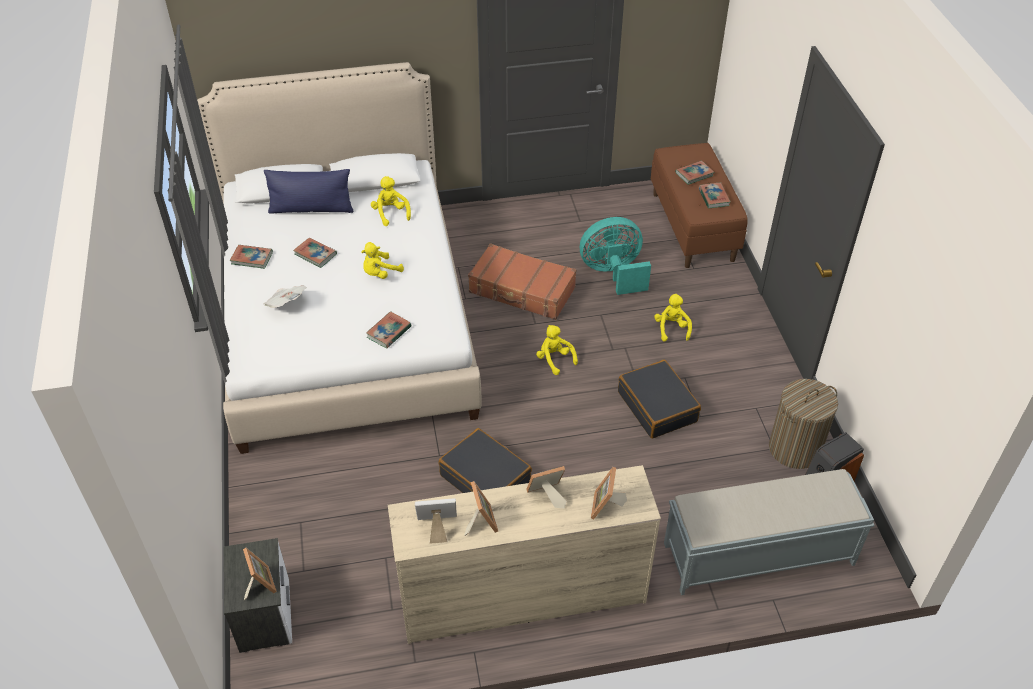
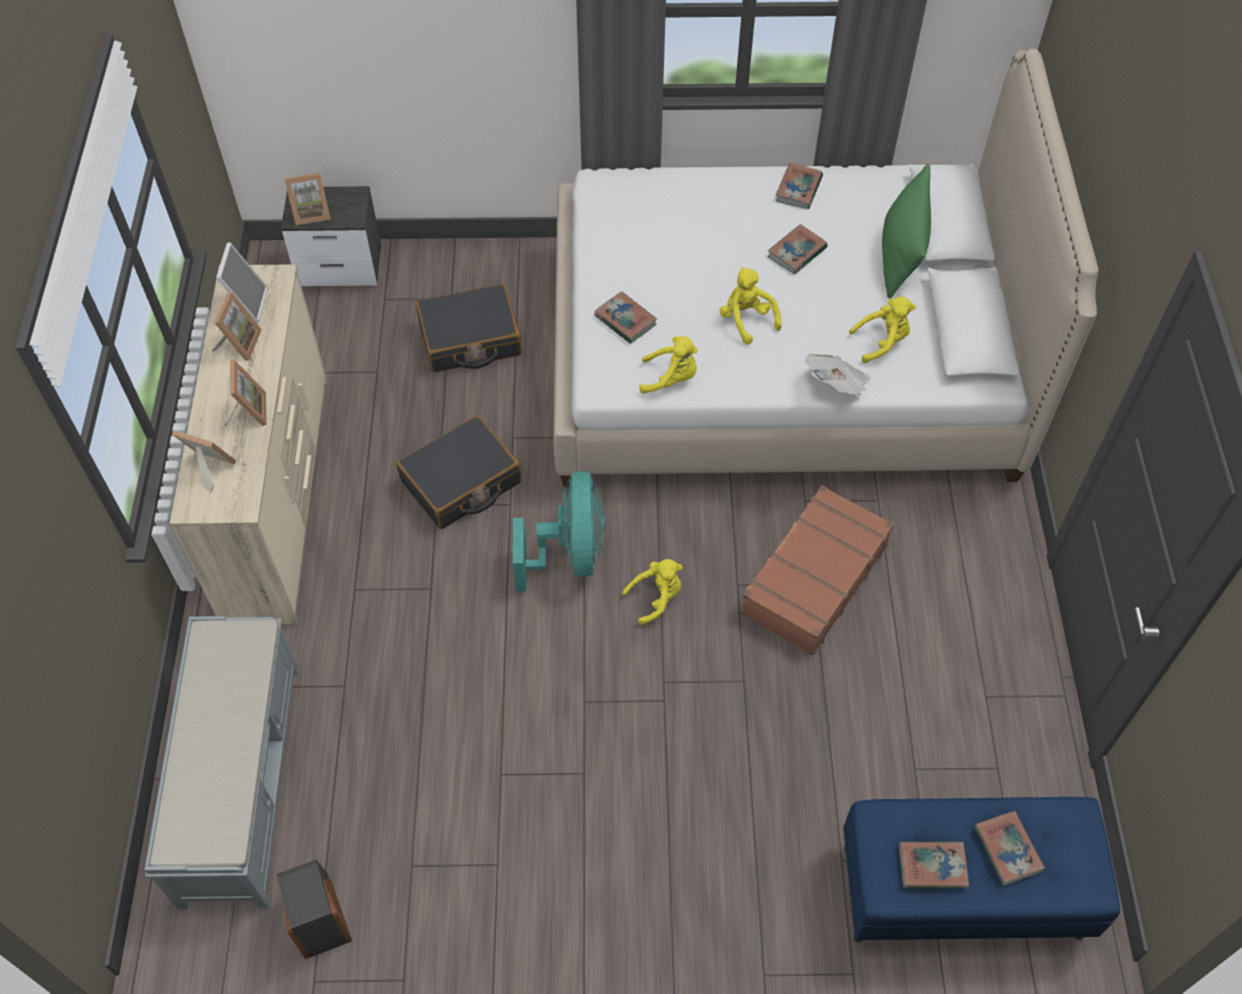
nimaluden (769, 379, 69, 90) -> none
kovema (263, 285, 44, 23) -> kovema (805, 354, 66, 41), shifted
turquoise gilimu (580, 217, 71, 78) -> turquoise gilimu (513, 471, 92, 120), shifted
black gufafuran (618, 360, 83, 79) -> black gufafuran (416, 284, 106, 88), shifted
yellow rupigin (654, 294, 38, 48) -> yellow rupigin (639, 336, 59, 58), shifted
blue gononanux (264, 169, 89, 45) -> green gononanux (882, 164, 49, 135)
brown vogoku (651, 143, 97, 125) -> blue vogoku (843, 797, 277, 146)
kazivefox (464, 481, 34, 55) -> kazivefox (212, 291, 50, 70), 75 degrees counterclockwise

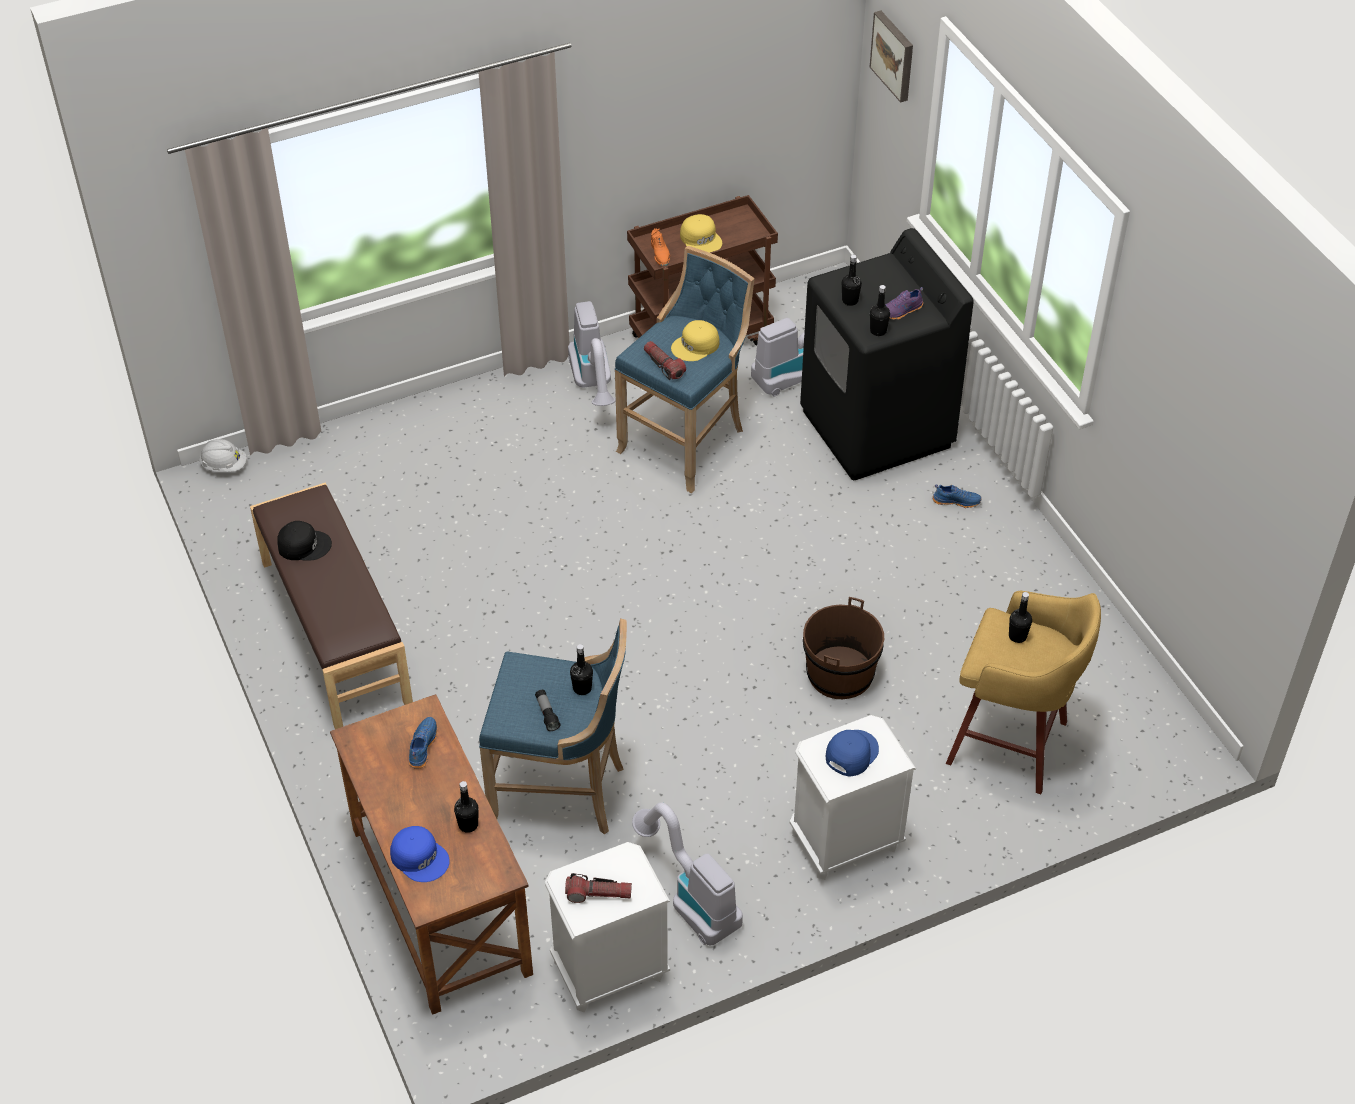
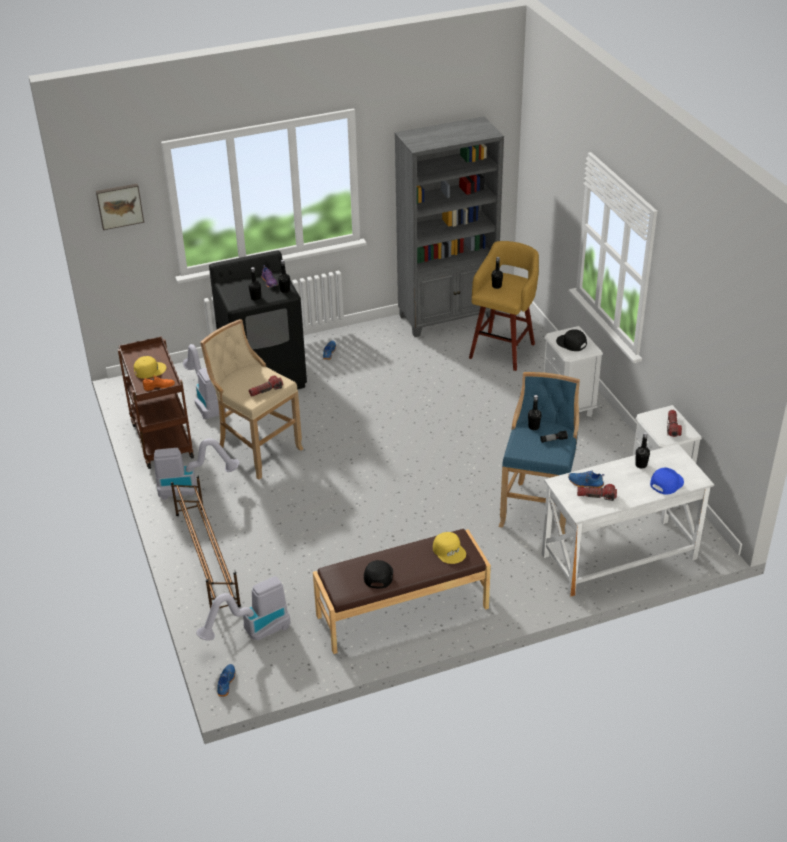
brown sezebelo (803, 597, 81, 102) -> none
none -> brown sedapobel (171, 476, 70, 133)
none -> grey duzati (395, 116, 109, 221)
none -> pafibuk (577, 484, 40, 17)
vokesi (632, 802, 111, 143) -> vokesi (196, 576, 95, 65), shifted
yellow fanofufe (671, 320, 49, 41) -> yellow fanofufe (433, 532, 33, 32), shifted
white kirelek (199, 439, 48, 33) -> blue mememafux (217, 664, 18, 33)
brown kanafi (330, 694, 203, 321) -> white kanafi (542, 444, 172, 153)
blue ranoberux (615, 246, 140, 247) -> beige ranoberux (200, 319, 103, 161)
blue fanofufe (826, 730, 53, 46) -> black fanofufe (556, 329, 31, 22)

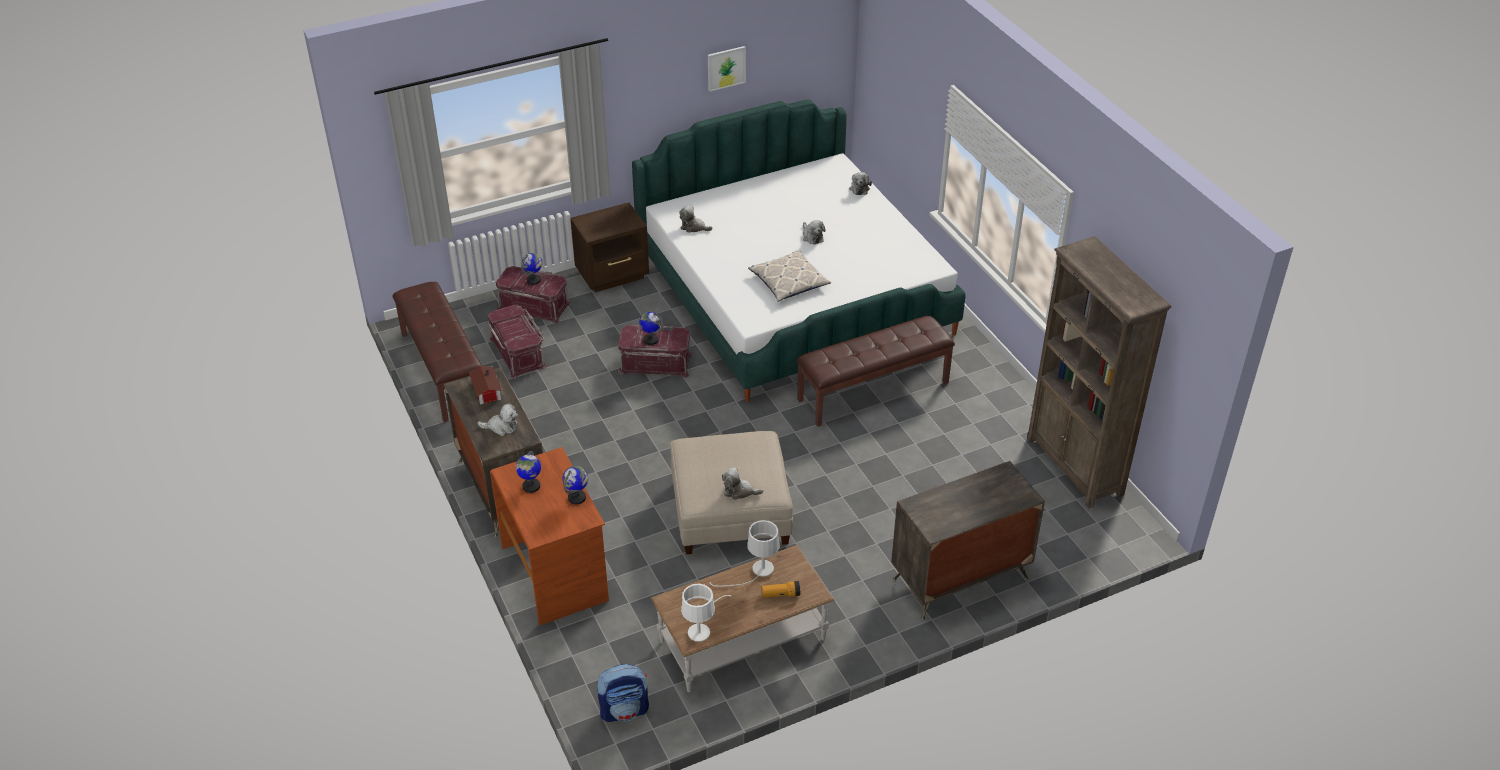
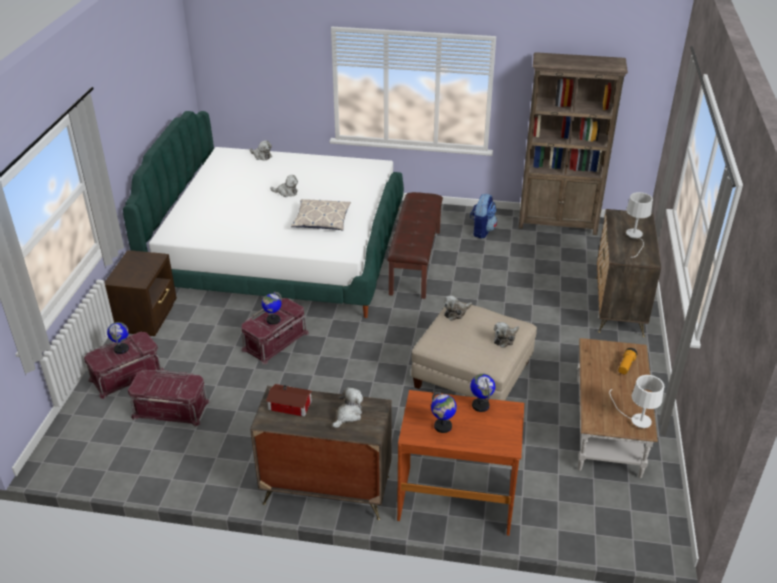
brown vogoku (392, 282, 90, 140) -> none
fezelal (708, 46, 38, 46) -> none
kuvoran (597, 664, 52, 58) -> kuvoran (470, 194, 27, 45), shifted
rupigin (679, 205, 34, 28) -> rupigin (444, 295, 28, 26), shifted
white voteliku (709, 520, 70, 67) -> white voteliku (626, 192, 27, 66), shifted

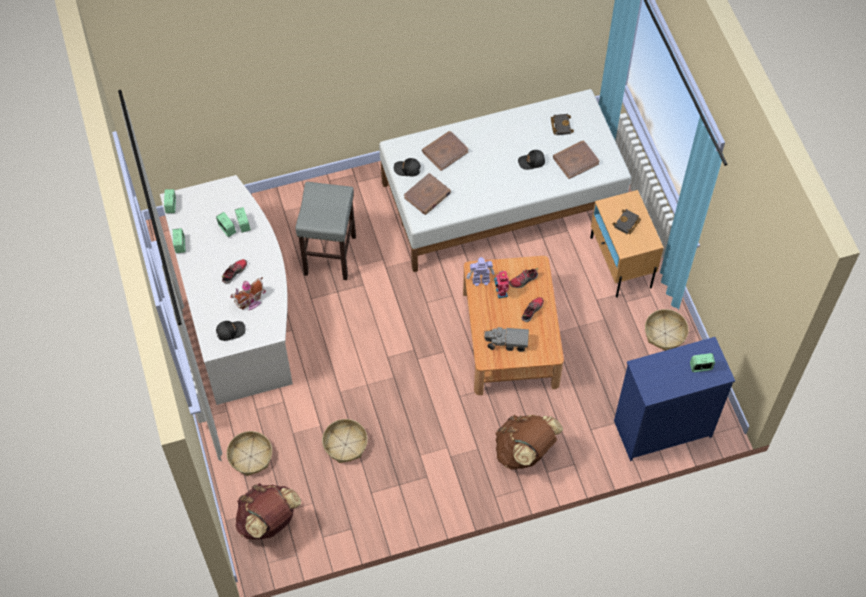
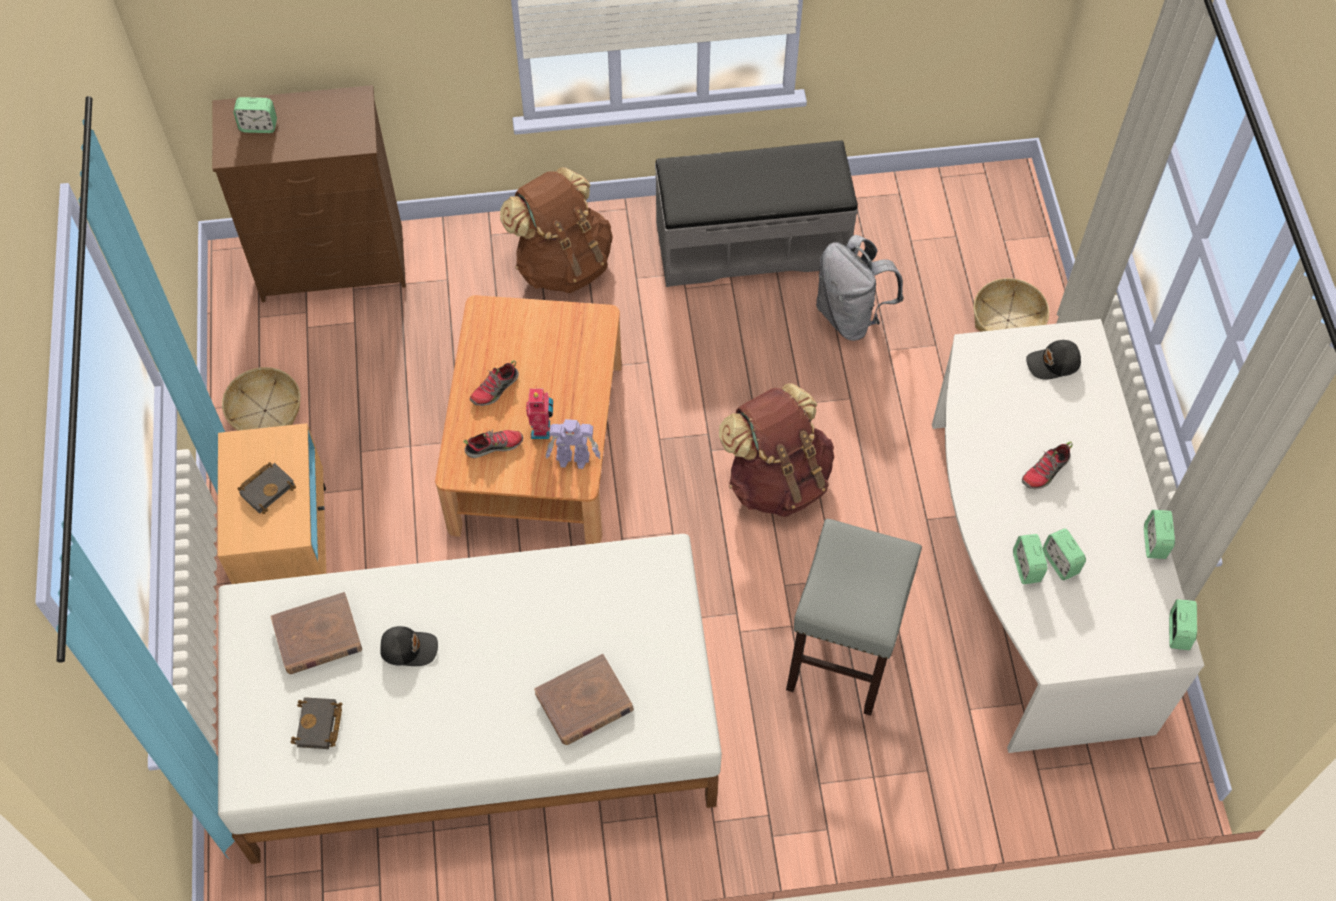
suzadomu (230, 277, 36, 33) -> none
black fanofufe (394, 158, 27, 18) -> none
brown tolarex (404, 173, 47, 42) -> none
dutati (483, 327, 46, 25) -> none
none -> grey vogoku (655, 140, 203, 147)
brown kuvoran (235, 483, 66, 57) -> brown kuvoran (719, 383, 115, 134), shifted
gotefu (322, 419, 46, 44) -> grey kuvoran (816, 235, 88, 106)
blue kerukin (614, 337, 121, 124) -> brown kerukin (212, 85, 194, 217)

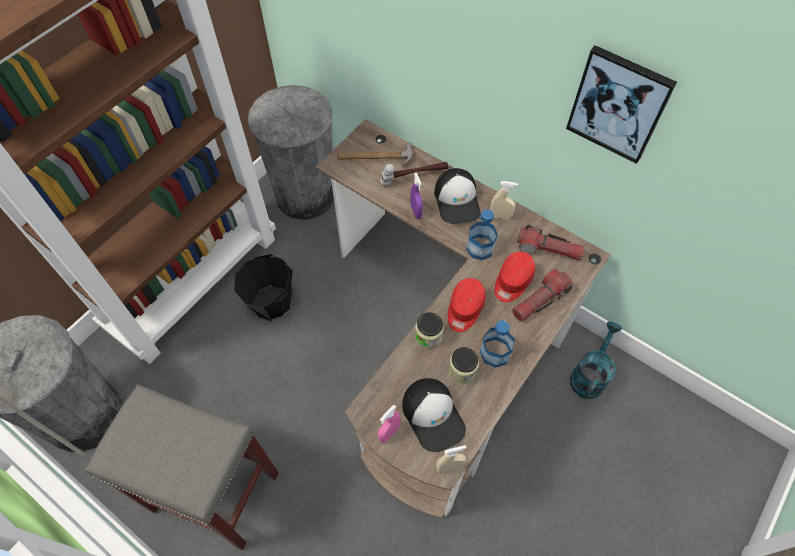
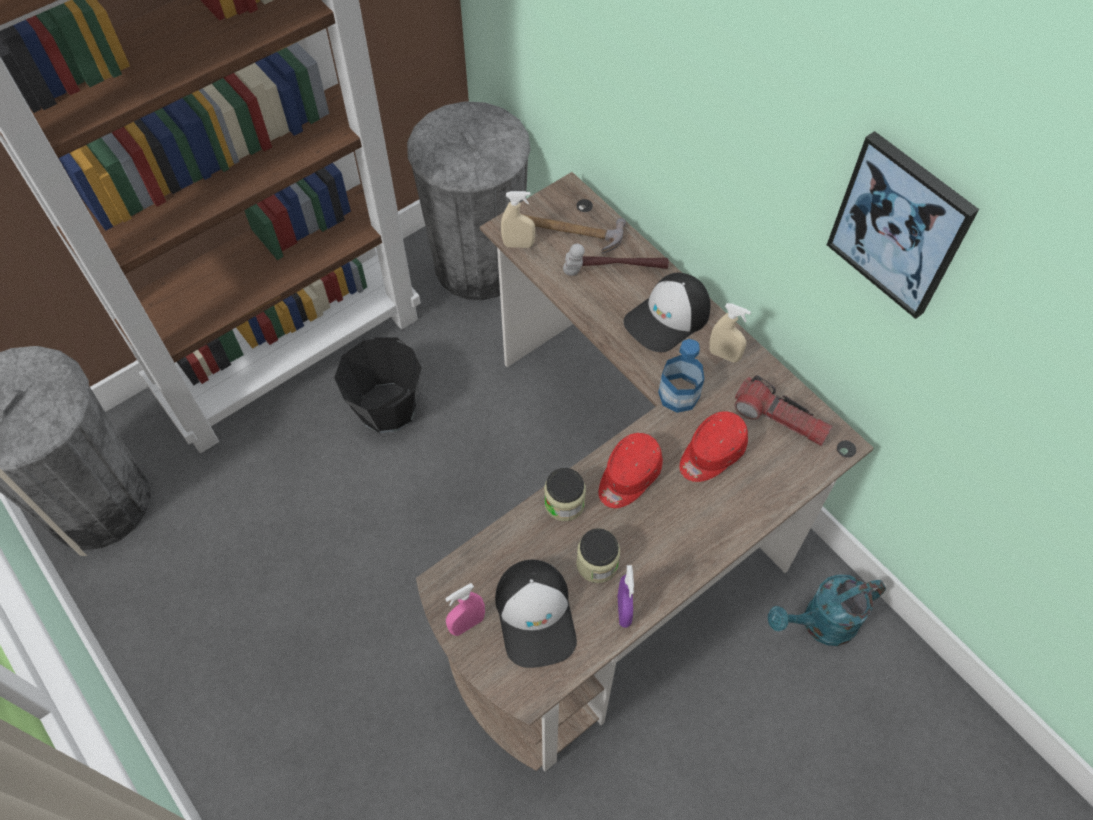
grey ranoberux (85, 384, 194, 166) -> none
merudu (480, 320, 35, 48) -> none
pafibuk (512, 269, 61, 53) -> none
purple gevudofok (411, 173, 12, 46) -> purple gevudofok (618, 565, 16, 63), shifted
beige gevudofok (436, 445, 30, 29) -> beige gevudofok (501, 191, 34, 57), shifted
fanofufe (434, 168, 47, 56) -> fanofufe (624, 273, 87, 79), 45 degrees clockwise
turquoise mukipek (570, 321, 52, 78) -> turquoise mukipek (768, 574, 118, 72), 150 degrees counterclockwise

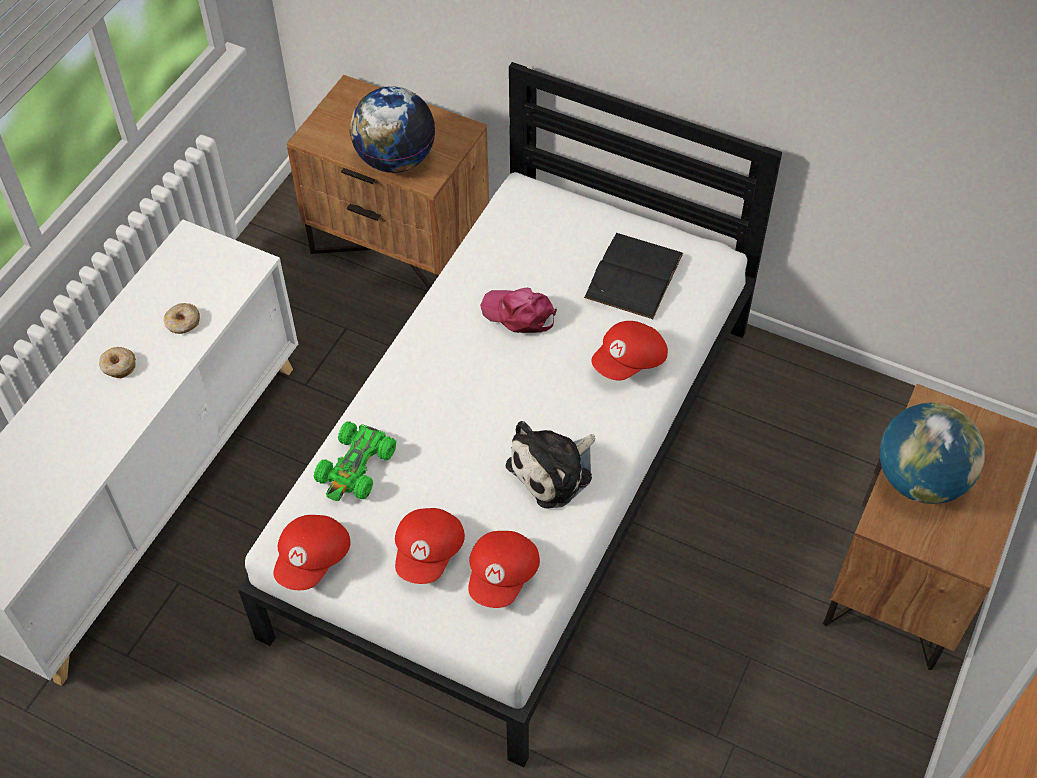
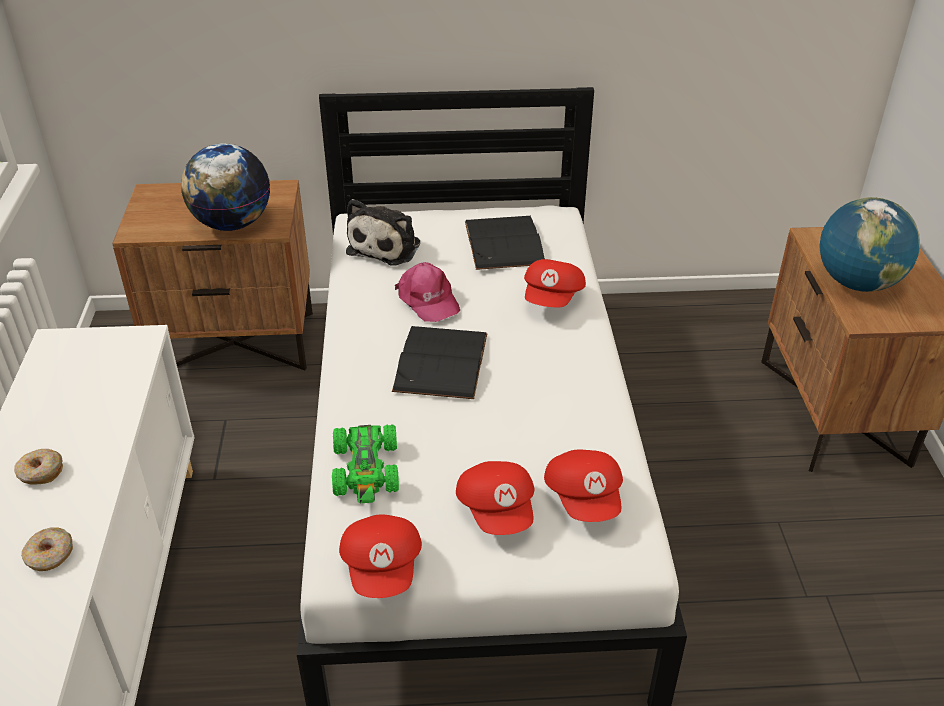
none -> black tolarex (392, 326, 95, 73)
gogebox (164, 303, 36, 31) -> gogebox (22, 527, 51, 44), shifted
rupigin (506, 421, 89, 87) -> rupigin (346, 199, 74, 67), shifted
pink fanofufe (480, 288, 77, 45) -> pink fanofufe (395, 262, 65, 60), 120 degrees counterclockwise

